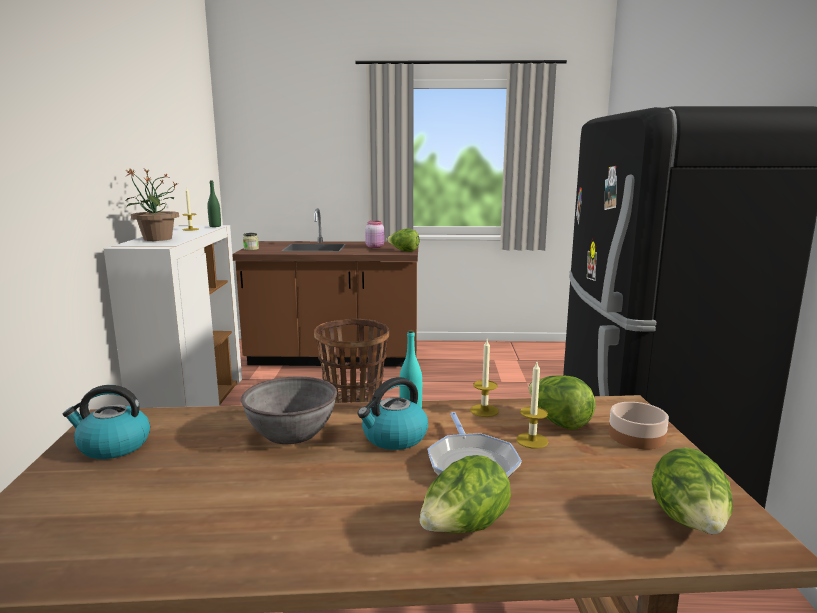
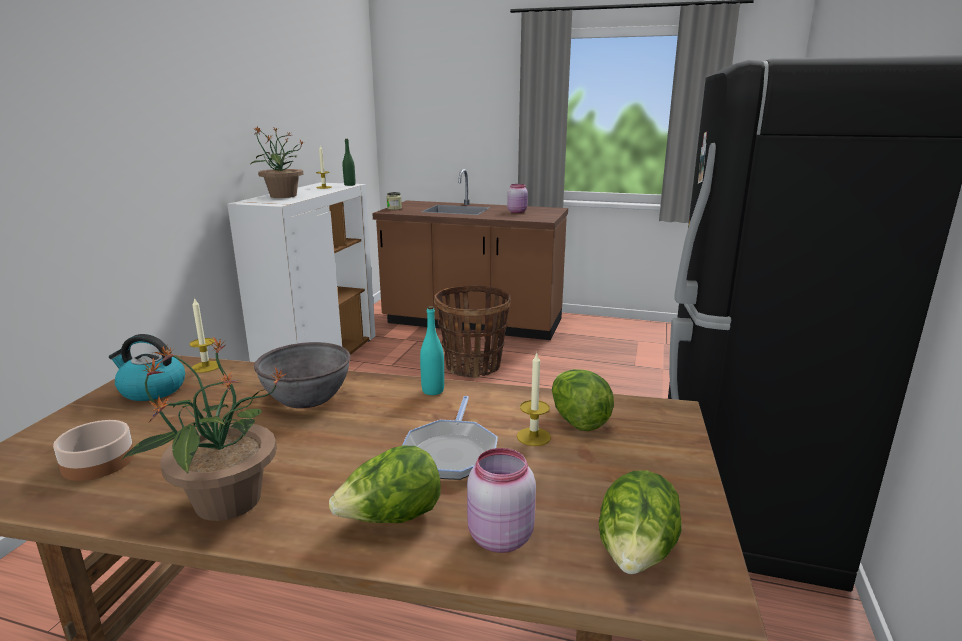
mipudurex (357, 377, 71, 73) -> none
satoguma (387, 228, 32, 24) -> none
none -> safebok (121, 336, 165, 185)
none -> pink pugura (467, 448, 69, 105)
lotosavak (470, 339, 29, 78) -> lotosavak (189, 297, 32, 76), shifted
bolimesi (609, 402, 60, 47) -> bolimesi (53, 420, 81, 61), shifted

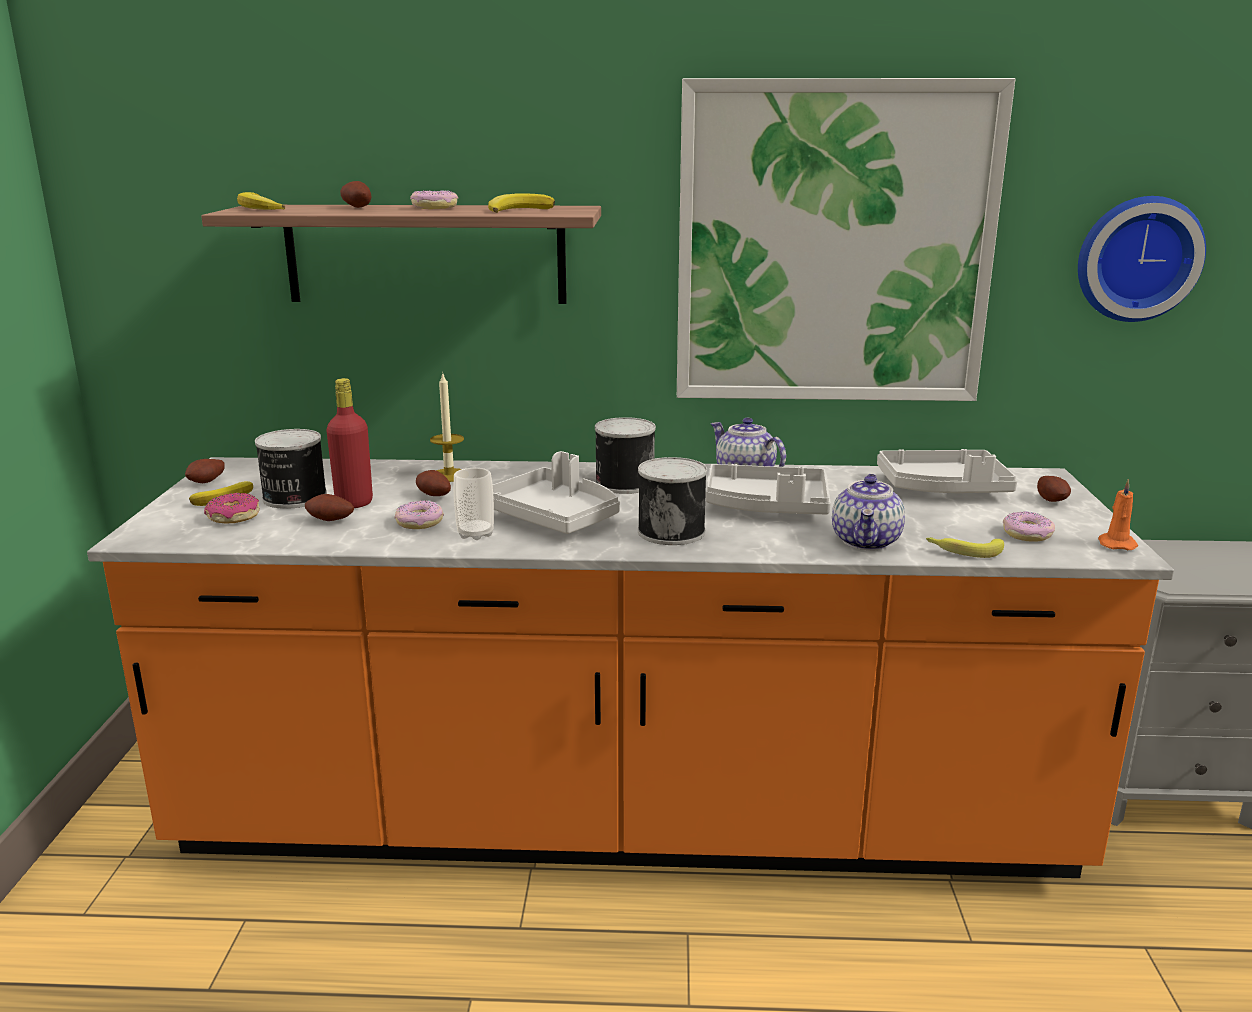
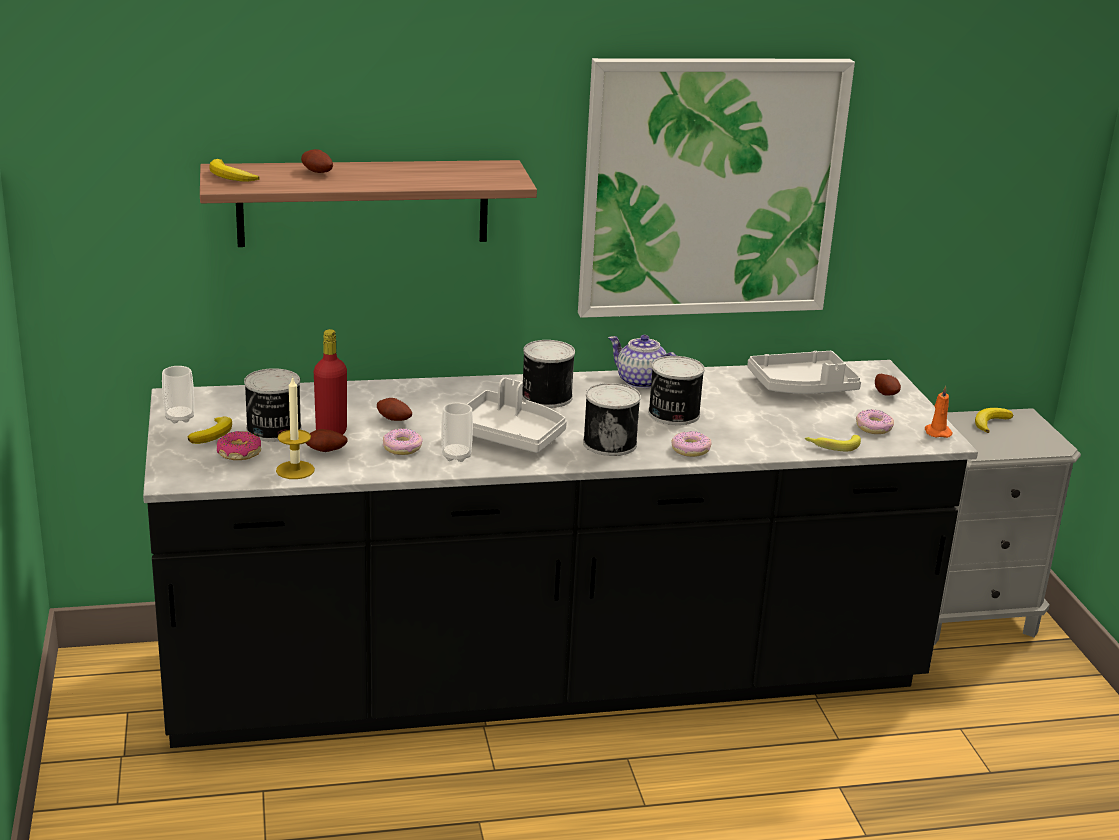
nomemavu (832, 474, 73, 76) -> none
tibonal (1078, 196, 128, 126) -> none
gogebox (410, 190, 48, 19) -> gogebox (671, 431, 41, 26), shifted
lotosavak (430, 374, 34, 108) -> lotosavak (276, 376, 39, 103), shifted
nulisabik (488, 193, 67, 20) -> nulisabik (975, 408, 38, 25), shifted
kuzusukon (185, 459, 40, 24) -> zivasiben (162, 366, 32, 57)
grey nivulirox (705, 464, 126, 50) -> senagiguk (648, 356, 57, 69)
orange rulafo (87, 457, 1087, 421) -> black rulafo (143, 360, 835, 388)

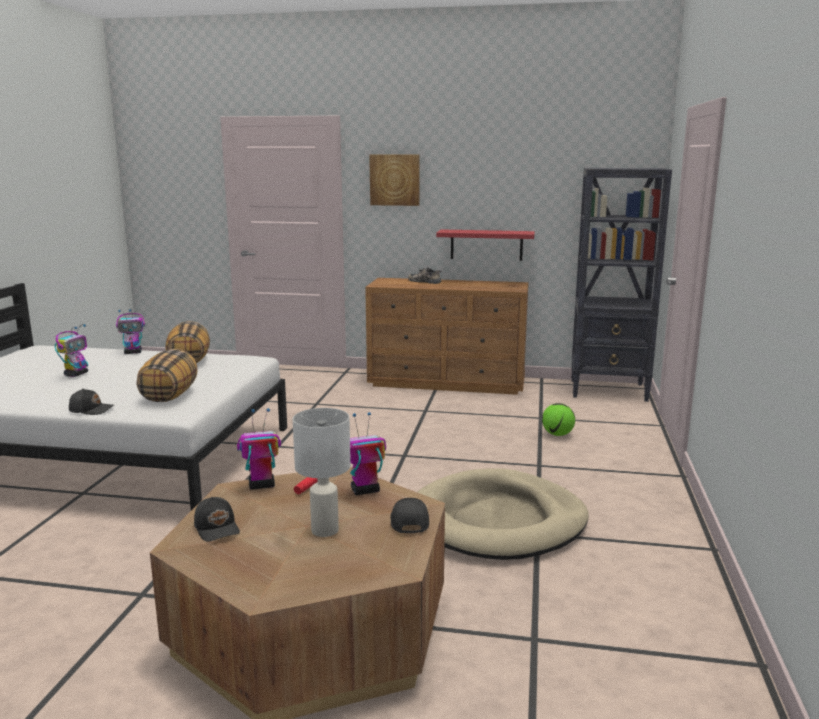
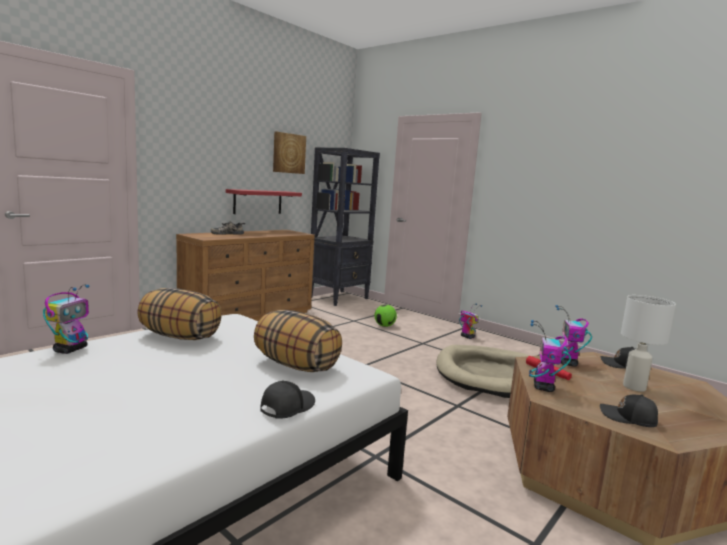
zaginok (55, 324, 33, 53) -> zaginok (459, 304, 23, 35), shifted
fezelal (369, 154, 51, 52) -> fezelal (273, 131, 33, 43), shifted
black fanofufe (194, 497, 46, 45) -> black fanofufe (600, 394, 58, 33), 150 degrees counterclockwise

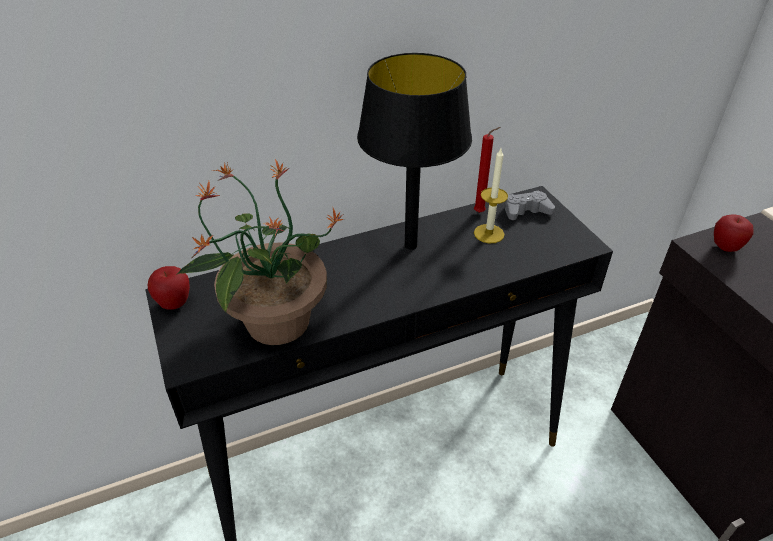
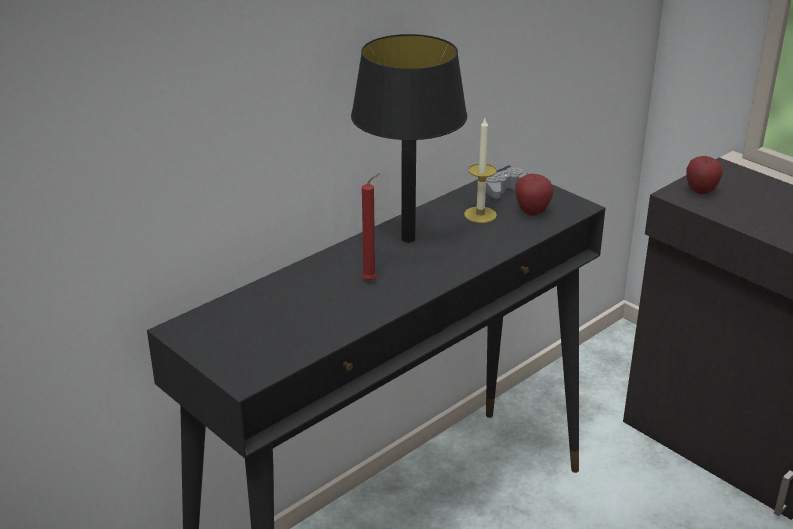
safebok (176, 159, 168, 186) -> none
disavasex (147, 266, 43, 44) -> disavasex (515, 174, 39, 42), shifted
red lotosavak (474, 127, 27, 86) -> red lotosavak (362, 173, 18, 108), shifted

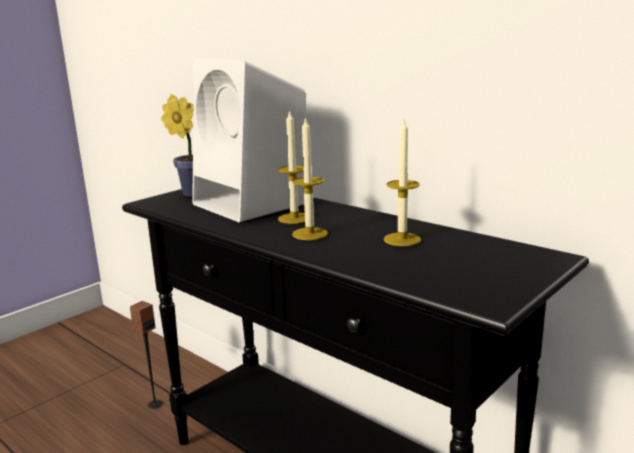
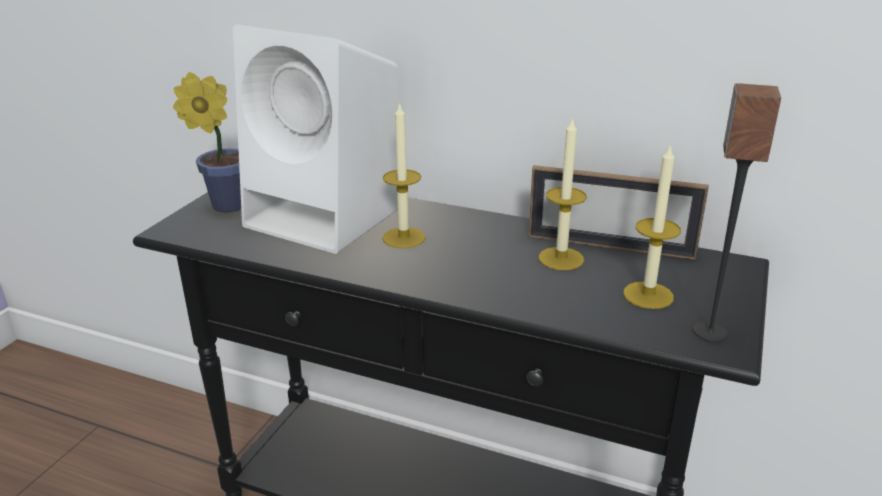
none -> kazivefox (528, 165, 181, 95)
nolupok (130, 301, 32, 108) -> nolupok (694, 83, 87, 259), shifted
lotosavak (292, 117, 36, 123) -> lotosavak (623, 144, 58, 165), shifted

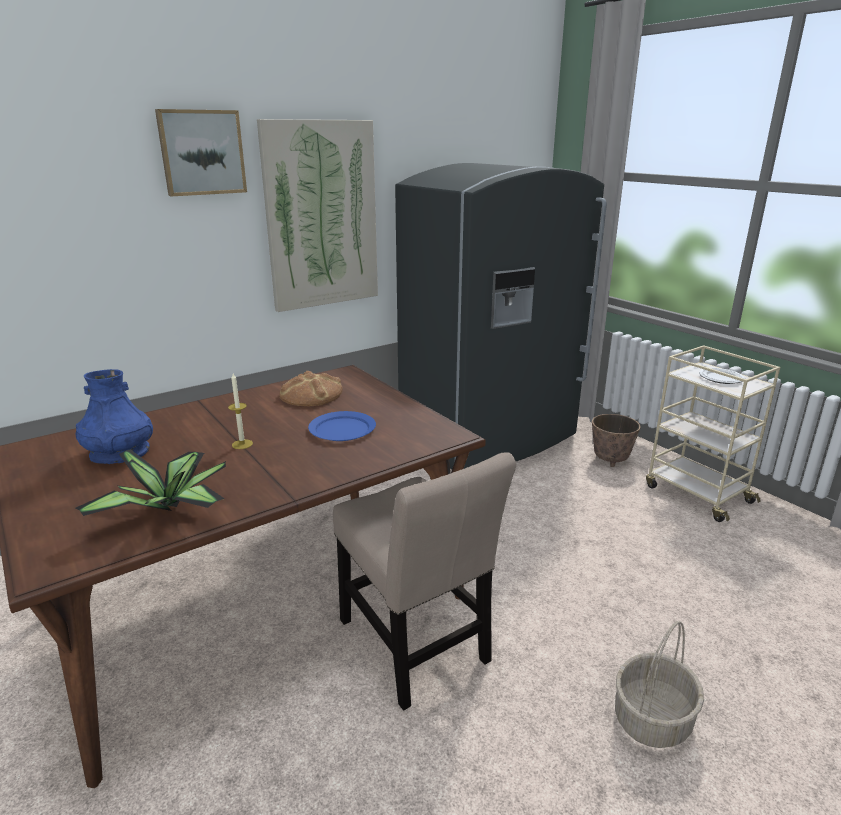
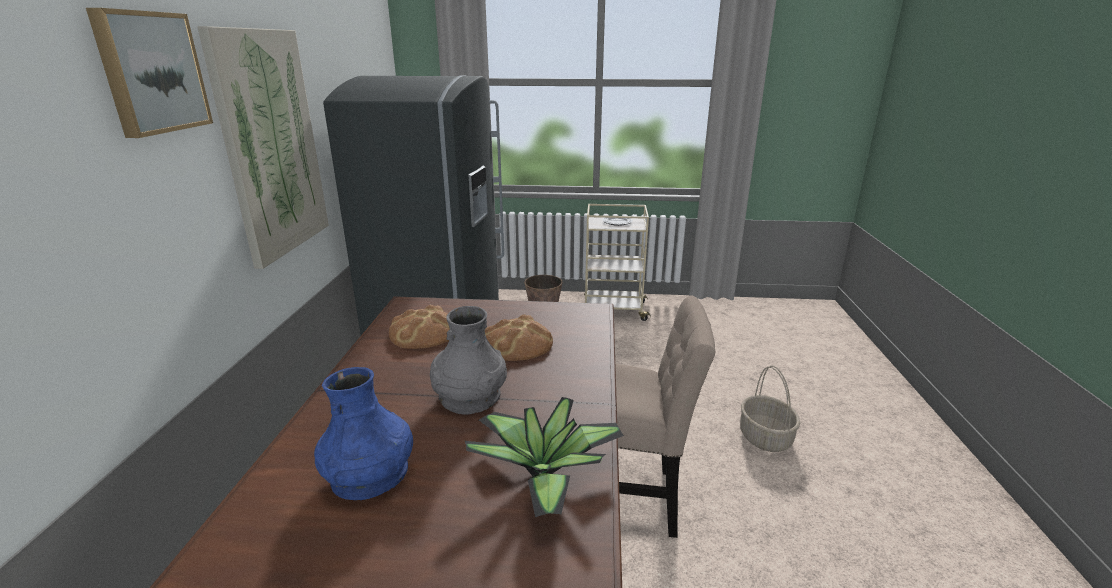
lotosavak (228, 373, 25, 76) -> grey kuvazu (430, 306, 77, 108)
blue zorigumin (308, 411, 68, 30) -> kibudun (485, 315, 68, 46)

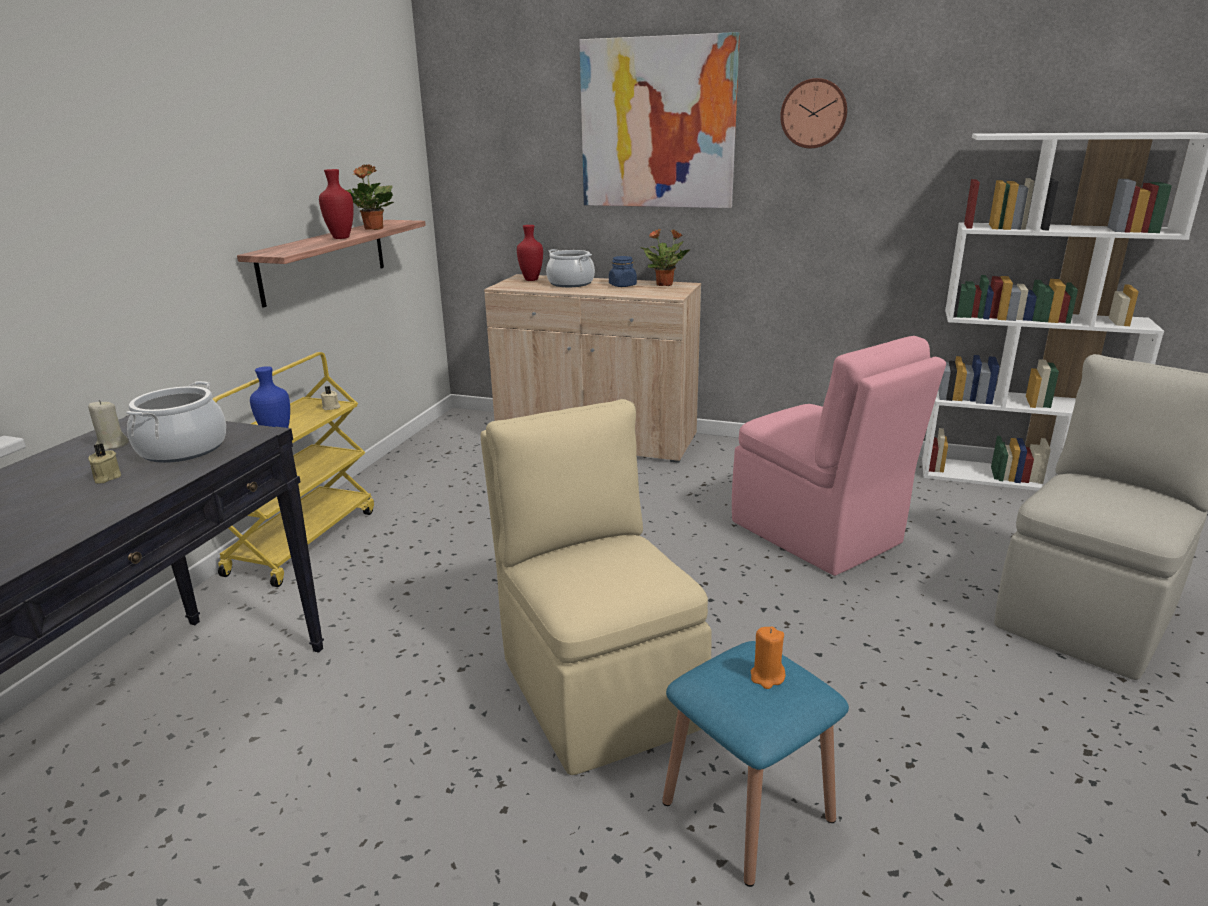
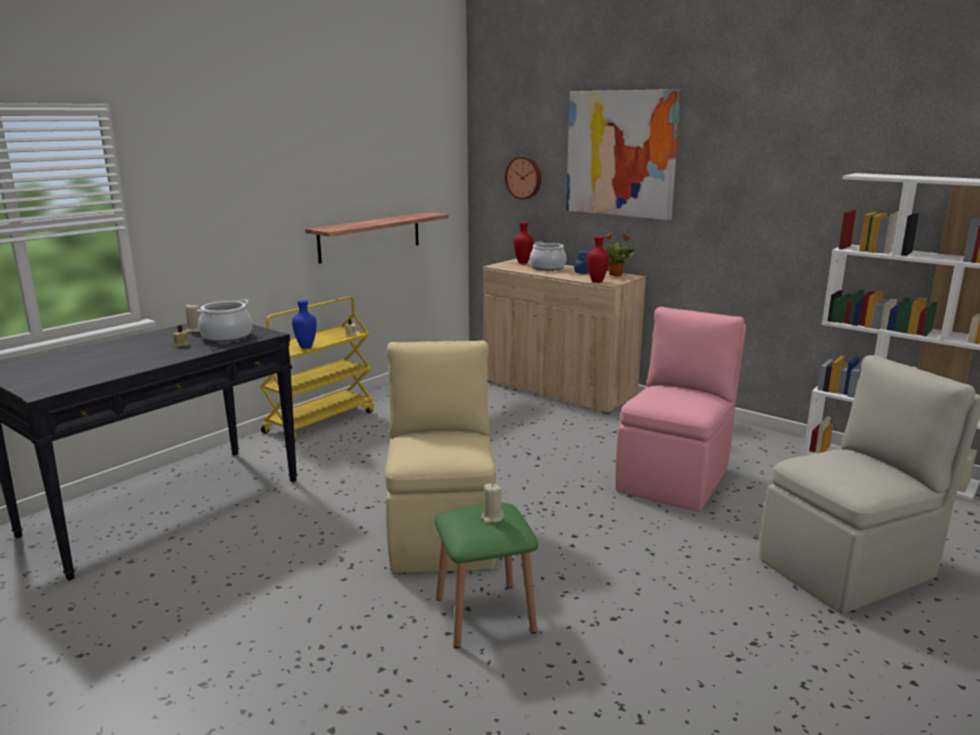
safebok (346, 164, 48, 66) -> none
red kuvazu (319, 169, 35, 70) -> red kuvazu (587, 236, 22, 47), shifted
tibonal (780, 78, 67, 70) -> tibonal (505, 156, 36, 44), shifted
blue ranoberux (662, 641, 187, 246) -> green ranoberux (435, 503, 103, 145)
orange lotosavak (751, 627, 35, 62) -> beige lotosavak (481, 484, 23, 39)
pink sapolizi (732, 336, 214, 240) -> pink sapolizi (615, 307, 131, 204), 135 degrees counterclockwise

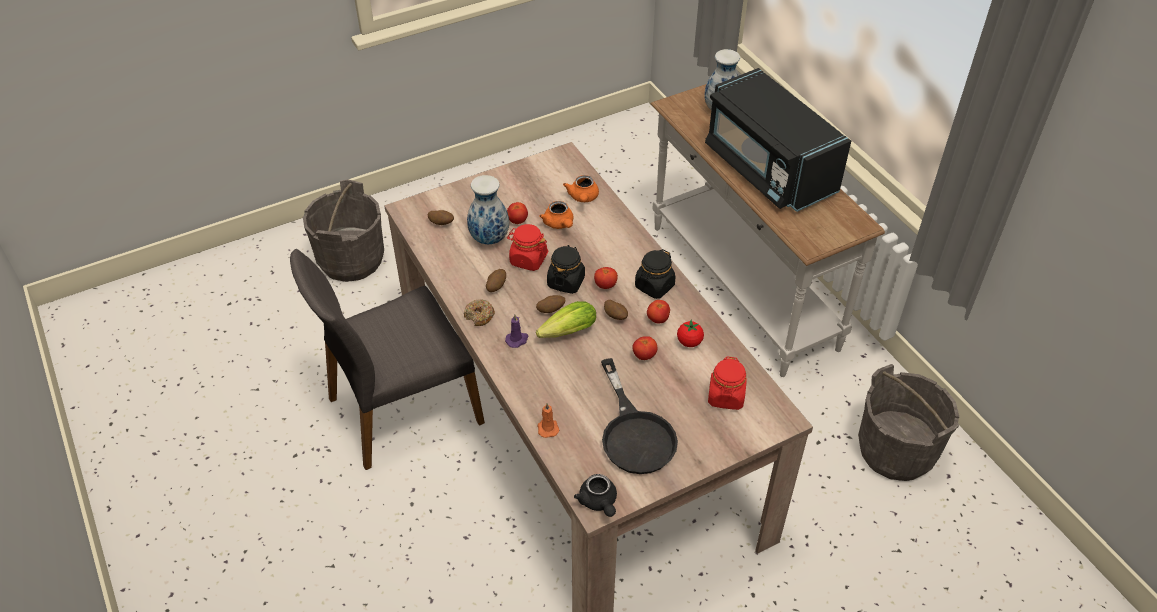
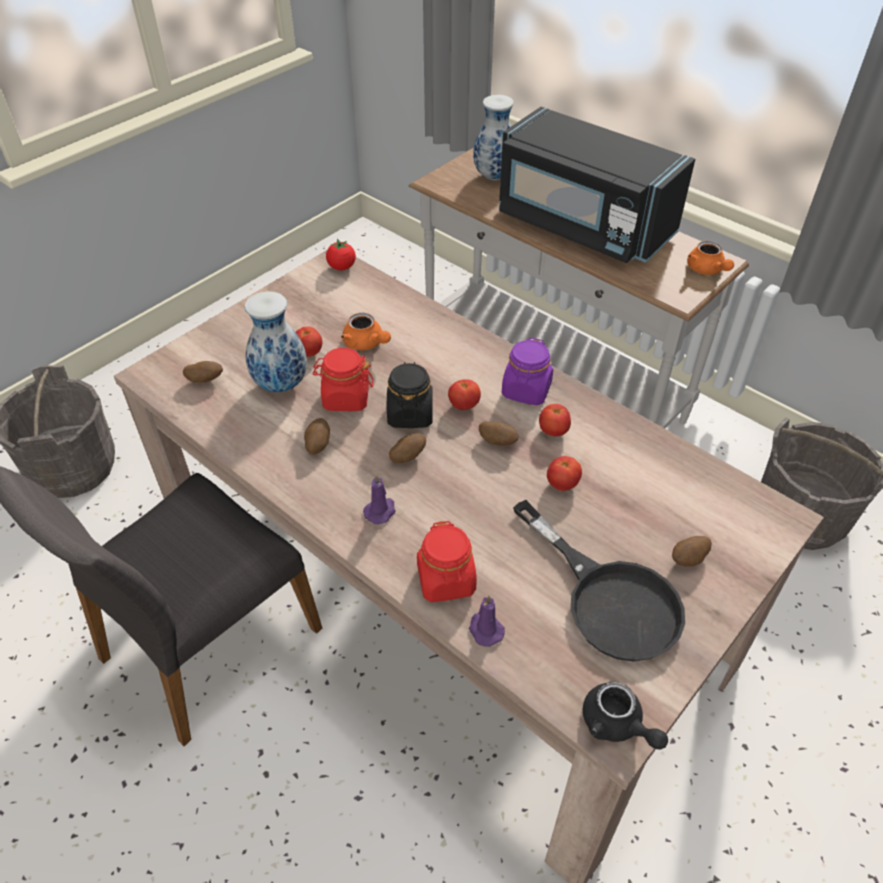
gogebox (464, 299, 31, 27) -> none
satoguma (536, 301, 60, 37) -> none
none -> kuzusukon (672, 536, 40, 31)
orange nomemavu (563, 175, 36, 27) -> orange nomemavu (687, 241, 47, 34), shifted
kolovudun (677, 320, 27, 27) -> kolovudun (326, 239, 30, 31), shifted
red pugura (708, 356, 39, 54) -> red pugura (417, 521, 60, 81), shifted
orange lotosavak (538, 403, 21, 35) -> purple lotosavak (469, 595, 36, 52)
black pugura (635, 249, 41, 50) -> purple pugura (502, 337, 51, 68)

